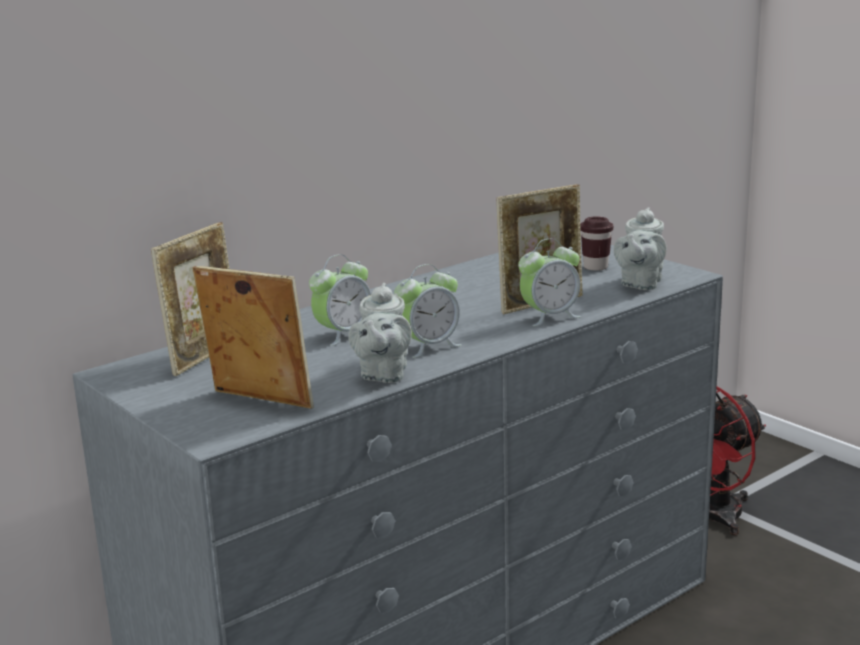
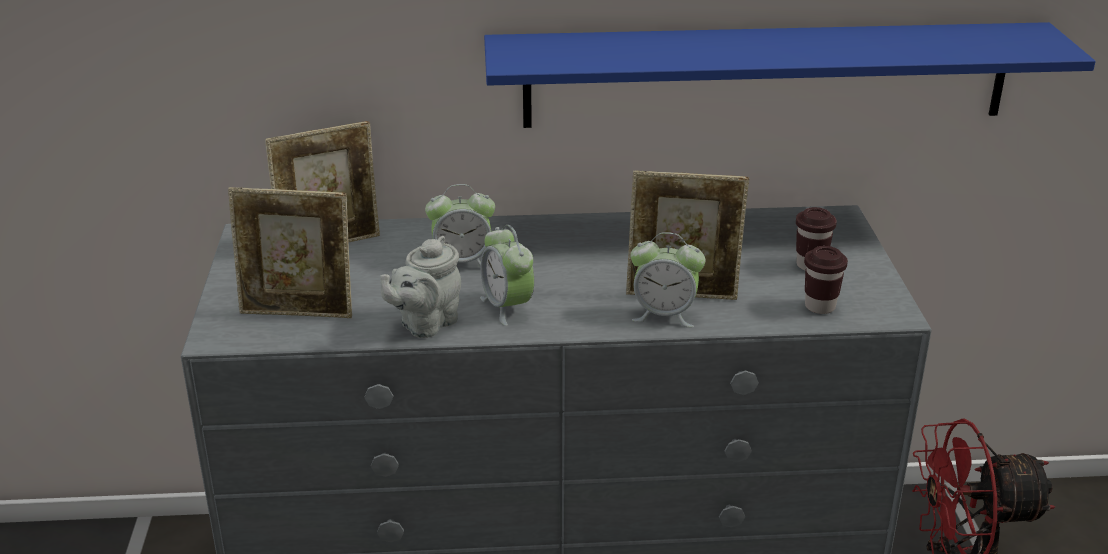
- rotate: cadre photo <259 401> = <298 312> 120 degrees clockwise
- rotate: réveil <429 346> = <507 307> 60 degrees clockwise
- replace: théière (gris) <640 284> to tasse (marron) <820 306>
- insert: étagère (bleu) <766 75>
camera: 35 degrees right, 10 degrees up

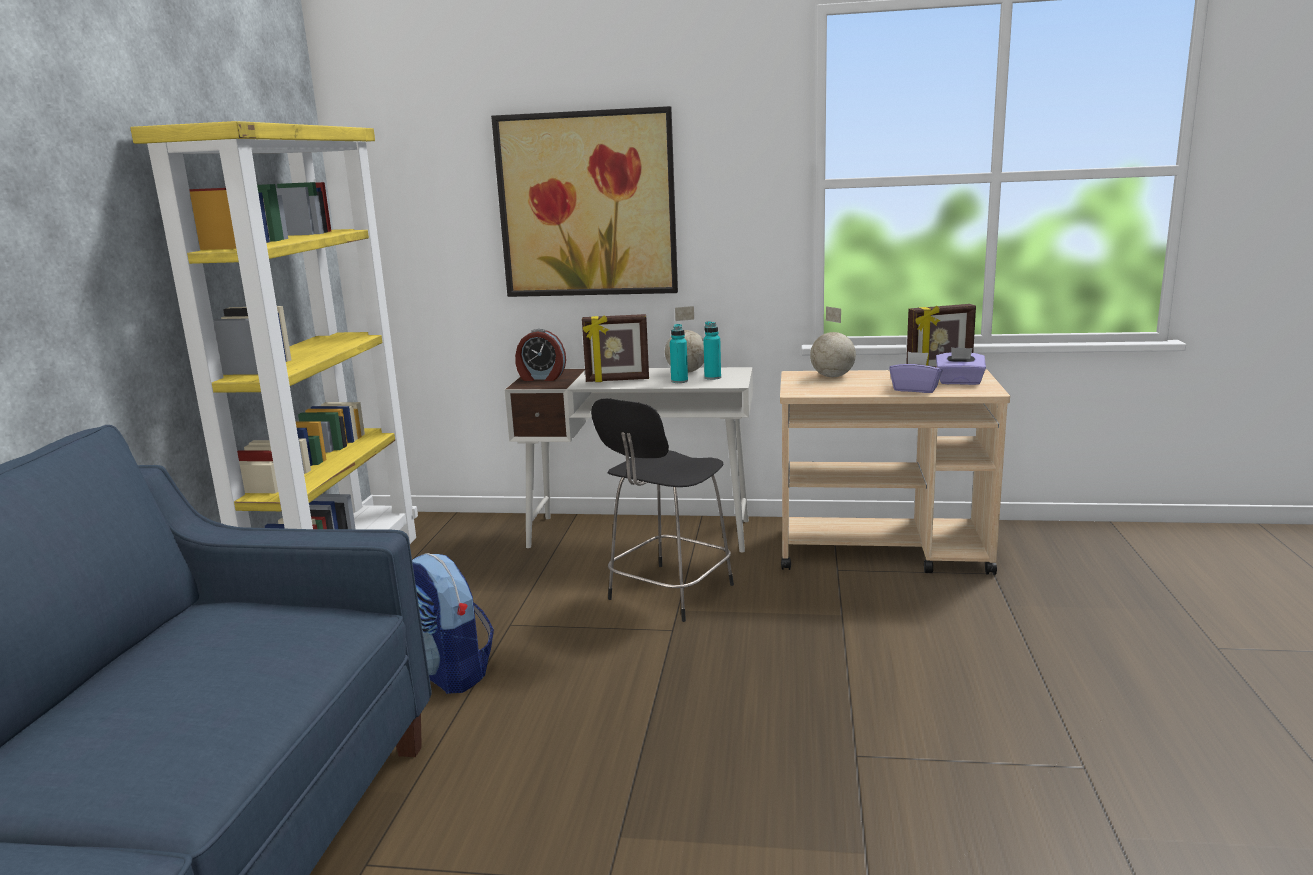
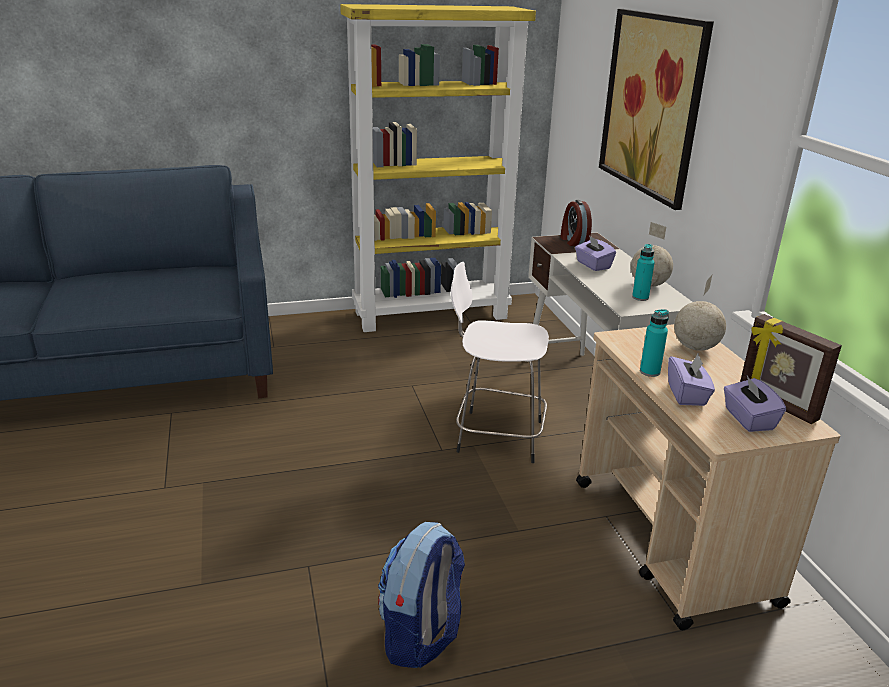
- move: sac à dos <449 673> to <421 636>
- replace: cadre photo <617 380> to boîte à mouchoirs (violet) <593 265>
- recolor: tabouret (noir) <668 594> to tabouret (blanc) <496 435>
- move: bouteille (turquoise) <679 381> to <649 372>
camera: 65 degrees right, 10 degrees up

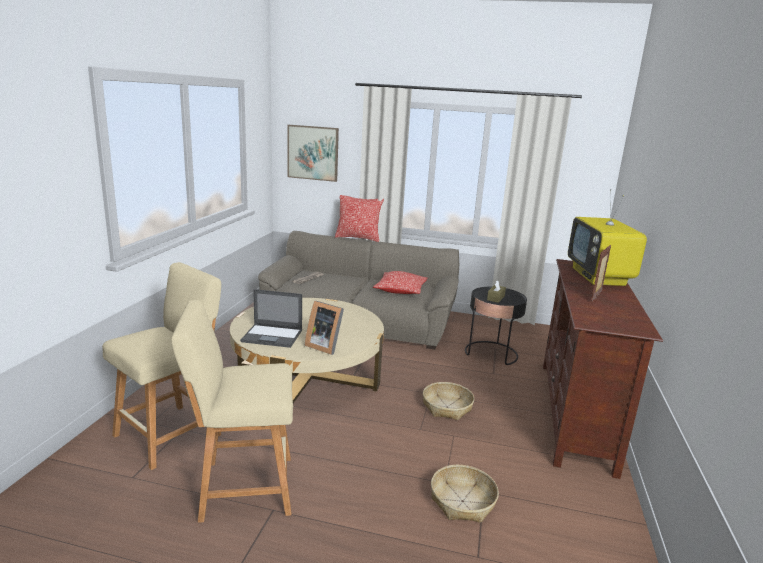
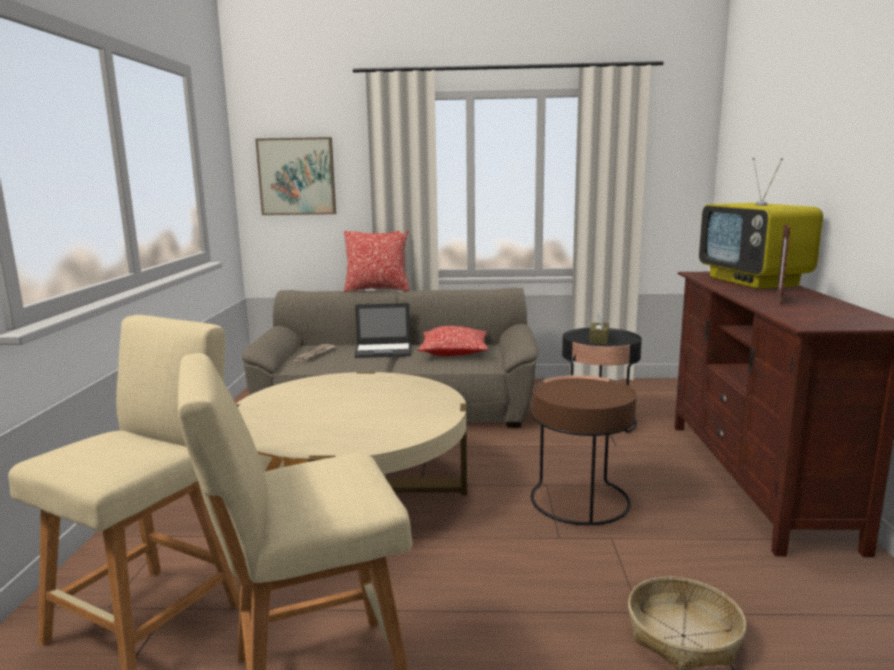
- move: ordinateur portable <273 336> to <384 351>
- delete: cadre photo <324 346>
- replace: panier <447 407> to table d'appoint (marron) <579 500>
camera: 10 degrees left, 5 degrees down

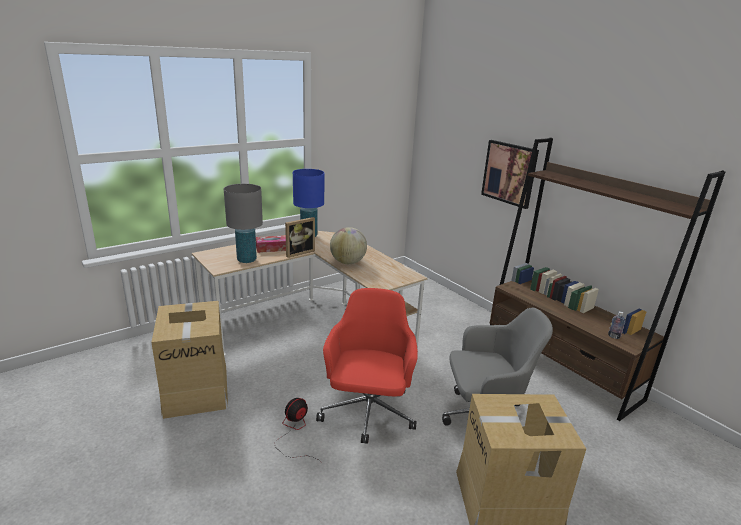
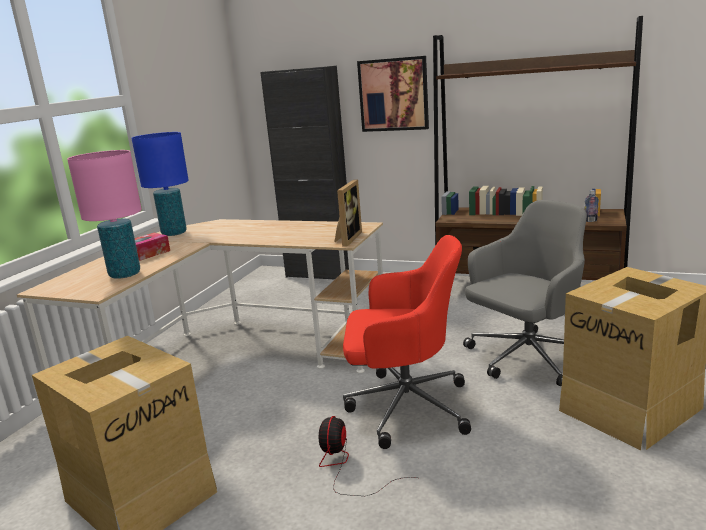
- recolor: lampe de table (gris) <247 260> to lampe de table (rose) <125 274>
- move: cadre photo <298 252> to <346 238>
- rotate: chaise de bureau (rouge) <368 413> = <405 407> 120 degrees clockwise
- delete: globe <348 262>
- insert: meuble de rangement (noir) <319 274>
camera: 30 degrees left, 5 degrees down

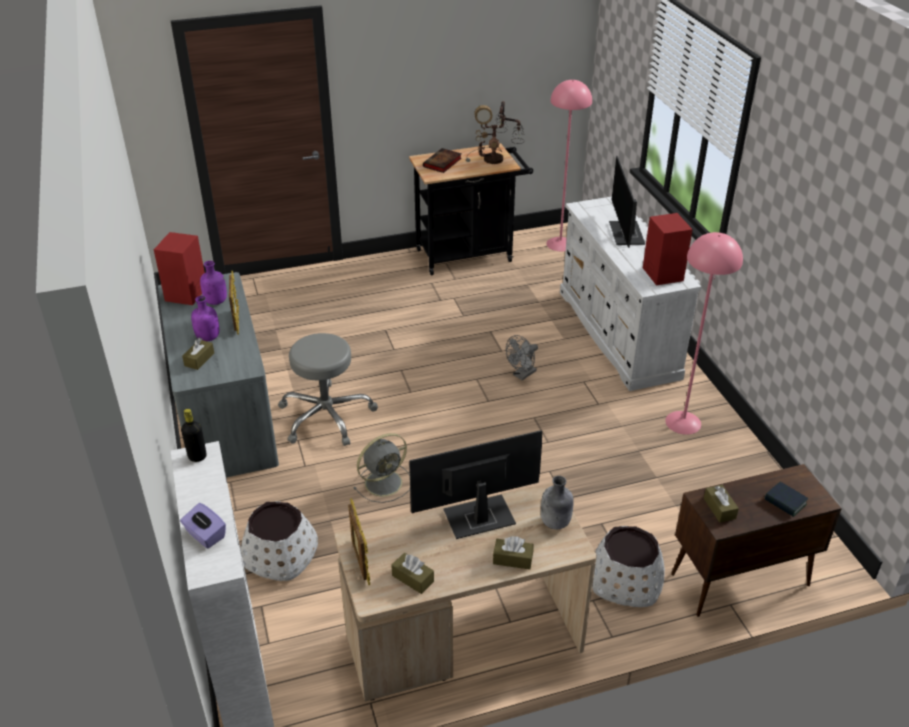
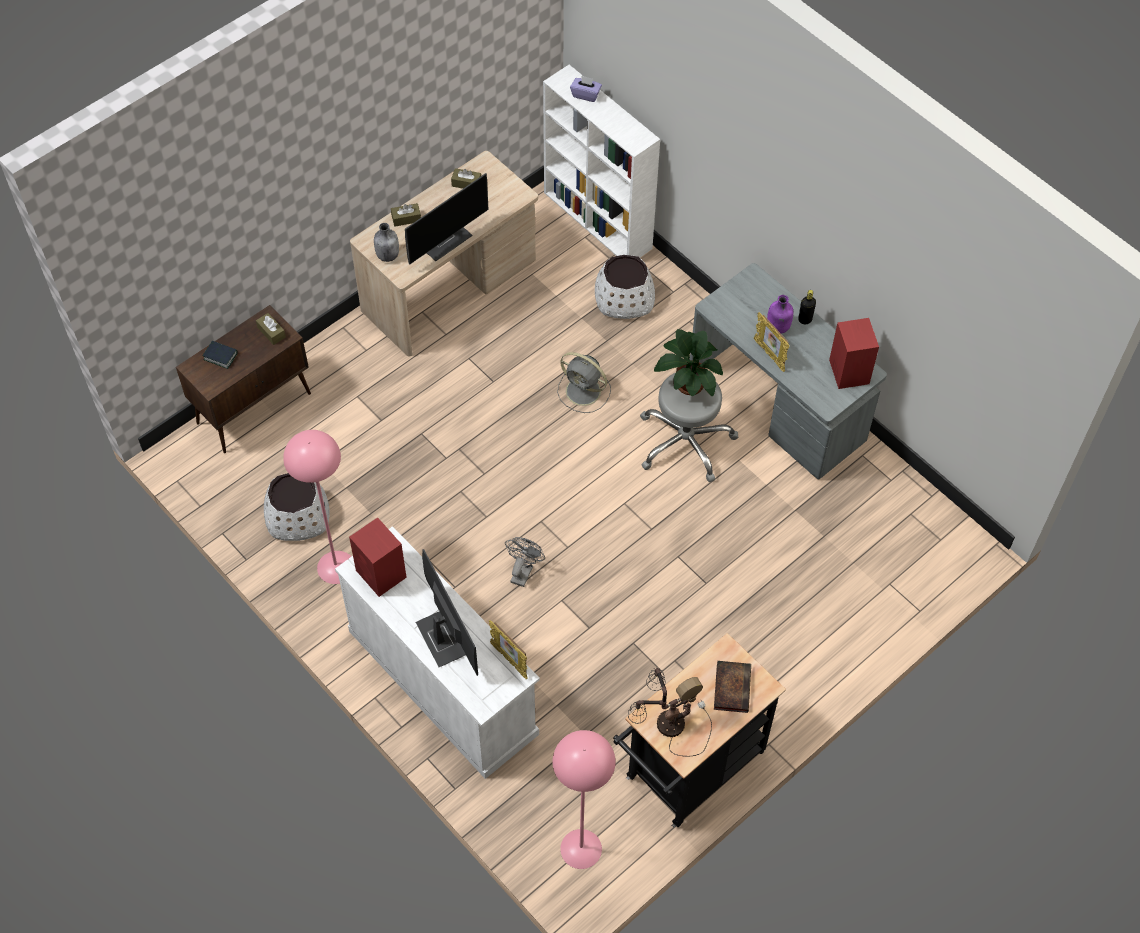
- move: bouteille (noir) <197 456> to <805 319>
- delete: boîte à mouchoirs (marron) <199 359>
- delete: bouteille (violet) <216 301>
- move: cadre photo <360 562> to <509 660>
- rotate: ventilateur (gris) <385 482> = <584 392> 90 degrees counterclockwise
- move: cache-pot (blanc) <625 581> to <297 516>
- insert: plante en pot <688 381>
camera: 155 degrees right, 20 degrees up

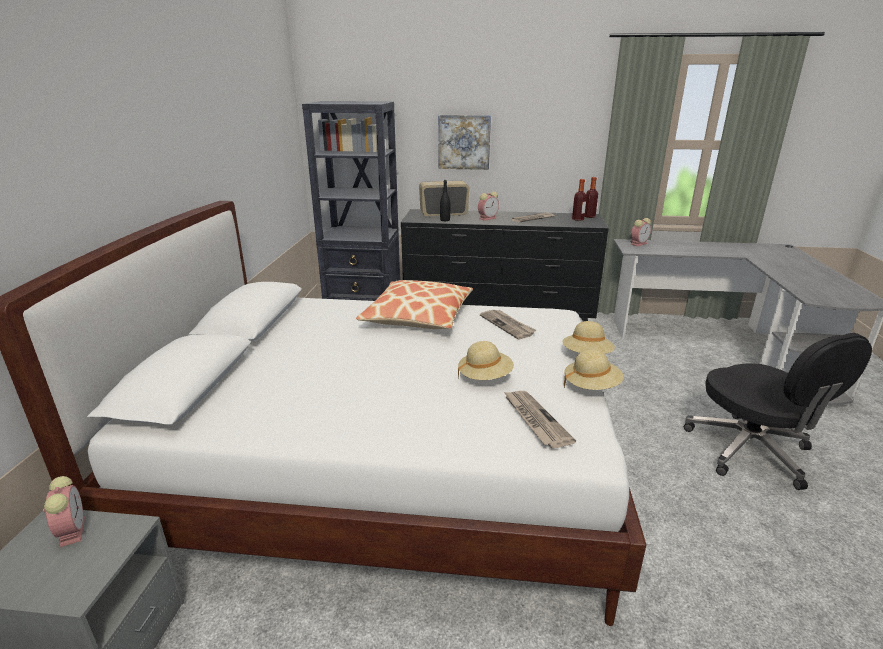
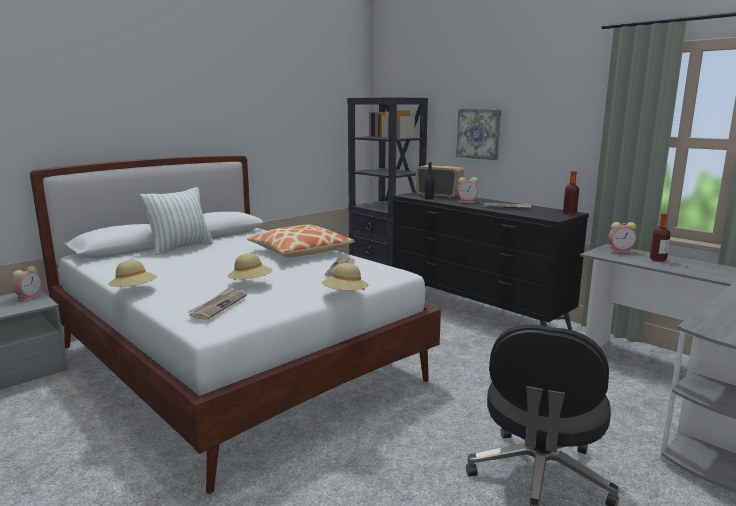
- move: chapeau (beige) <591 386> to <134 291>
- move: bouteille <577 219> to <657 260>
- insert: coussin <181 248>
camera: 40 degrees right, 10 degrees down

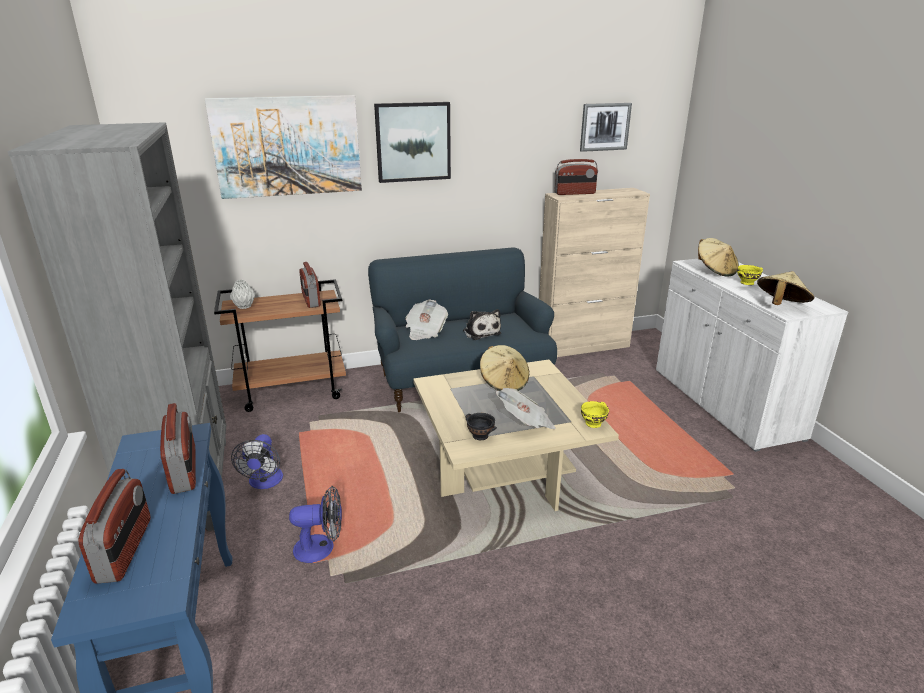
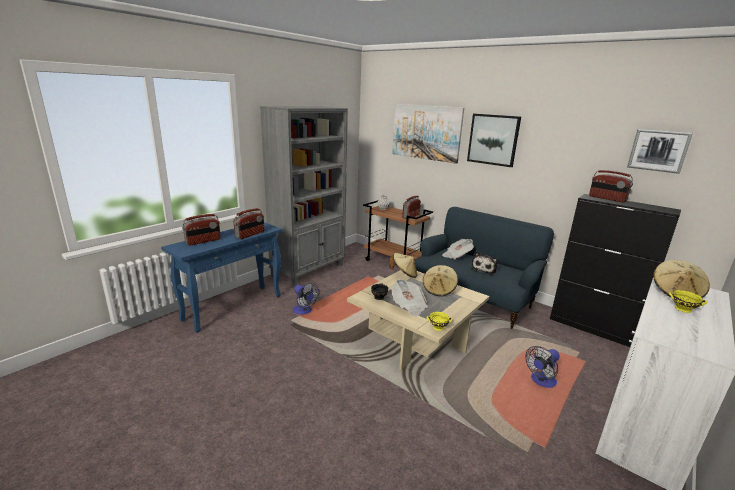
- move: ventilateur <264 482> to <541 381>
- recolor: meuble de rangement (beige) <583 346> to meuble de rangement (noir) <592 328>
- move: chapeau (beige) <780 305> to <404 274>
camera: 55 degrees right, 5 degrees down

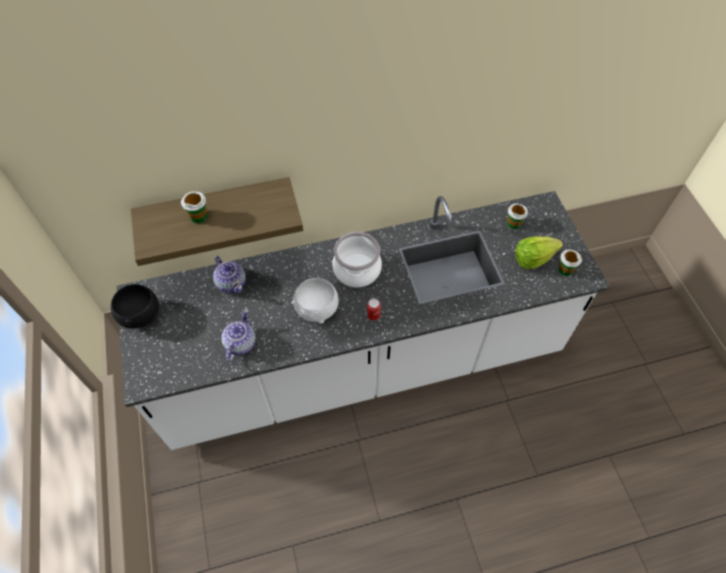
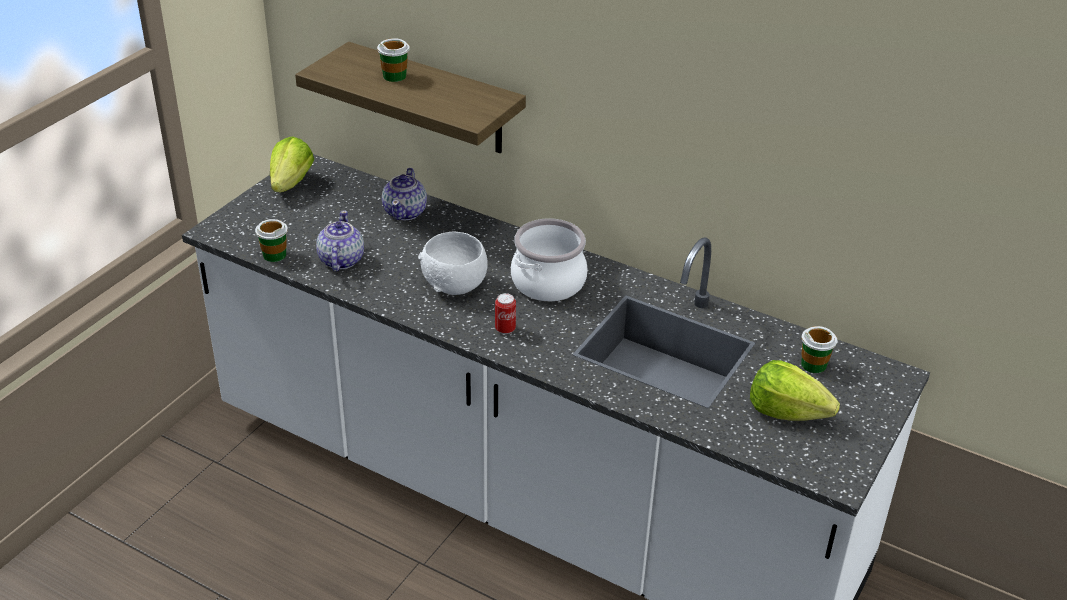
- replace: bol (noir) <141 315> to laitue <291 183>
- rotate: théière <240 344> = <340 260> 60 degrees counterclockwise
- move: tasse <565 269> to <274 255>
camera: 45 degrees right, 20 degrees down

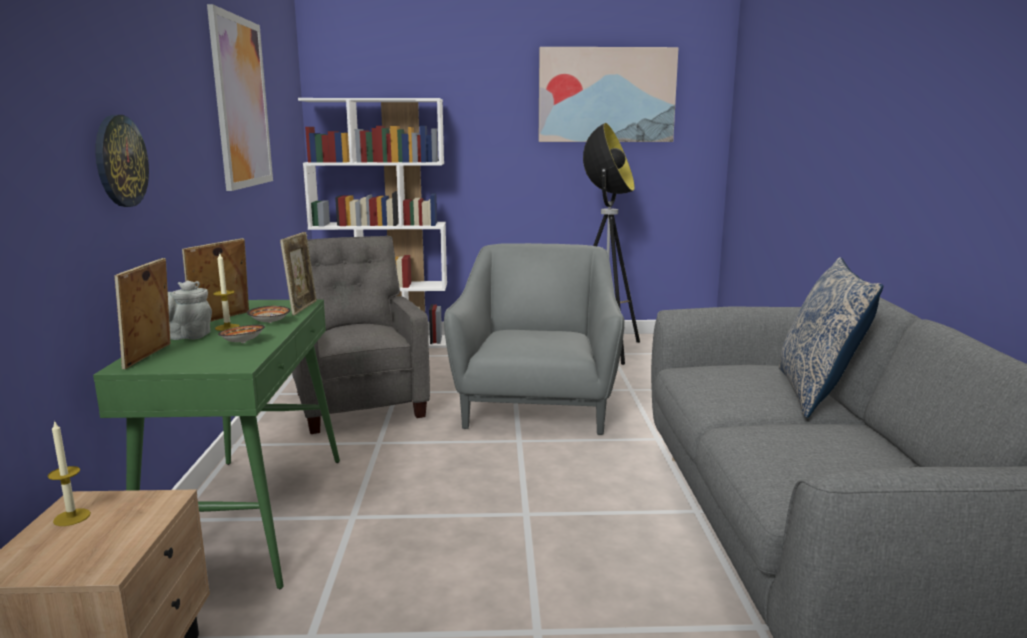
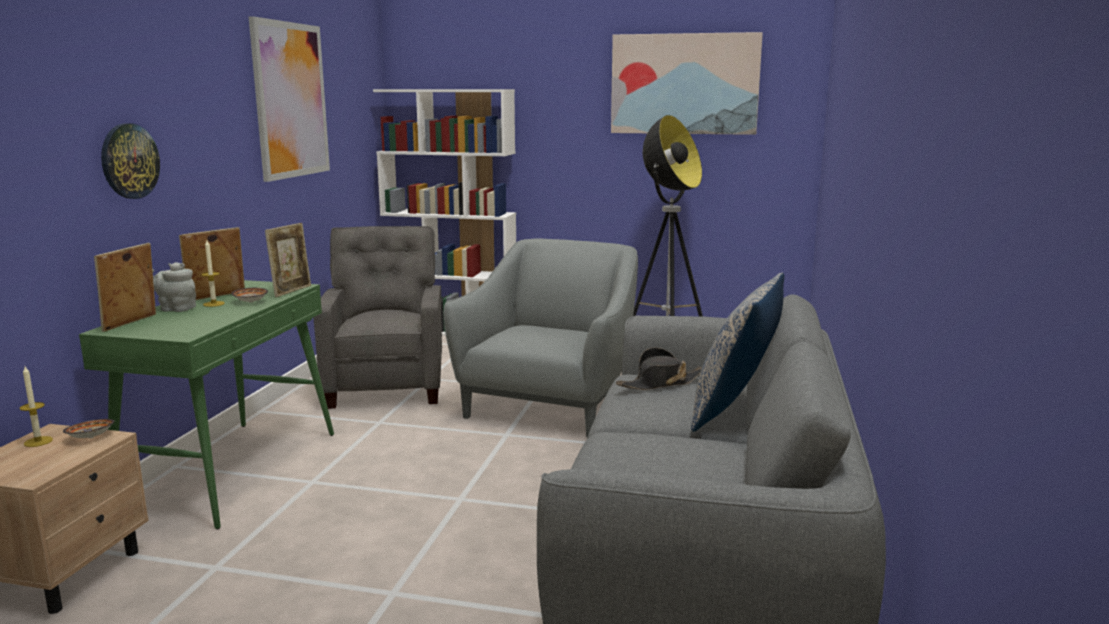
- move: bol <243 342> to <90 437>
- insert: chapeau (noir) <660 383>
camera: 15 degrees right, 0 degrees up

